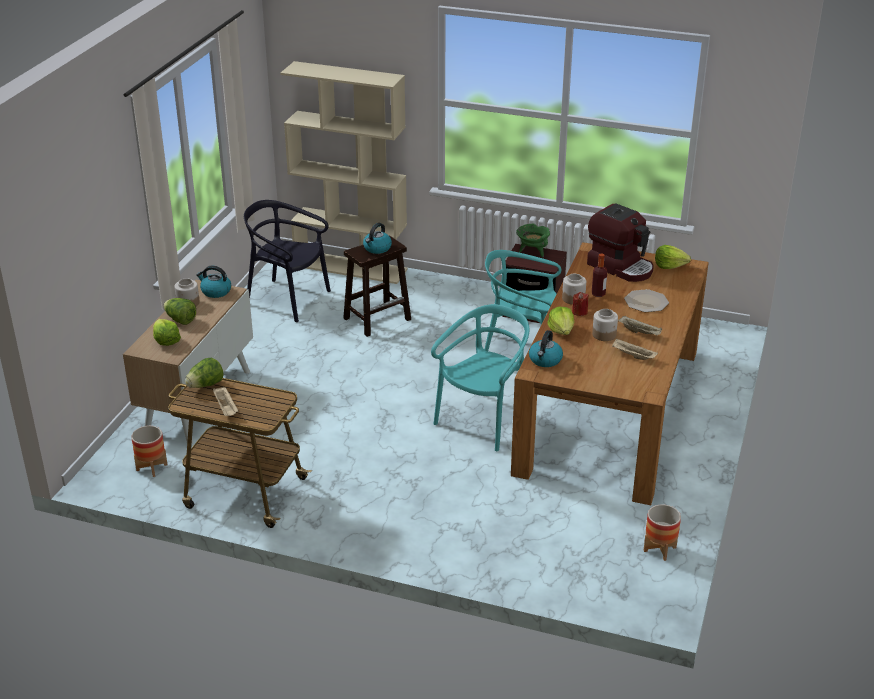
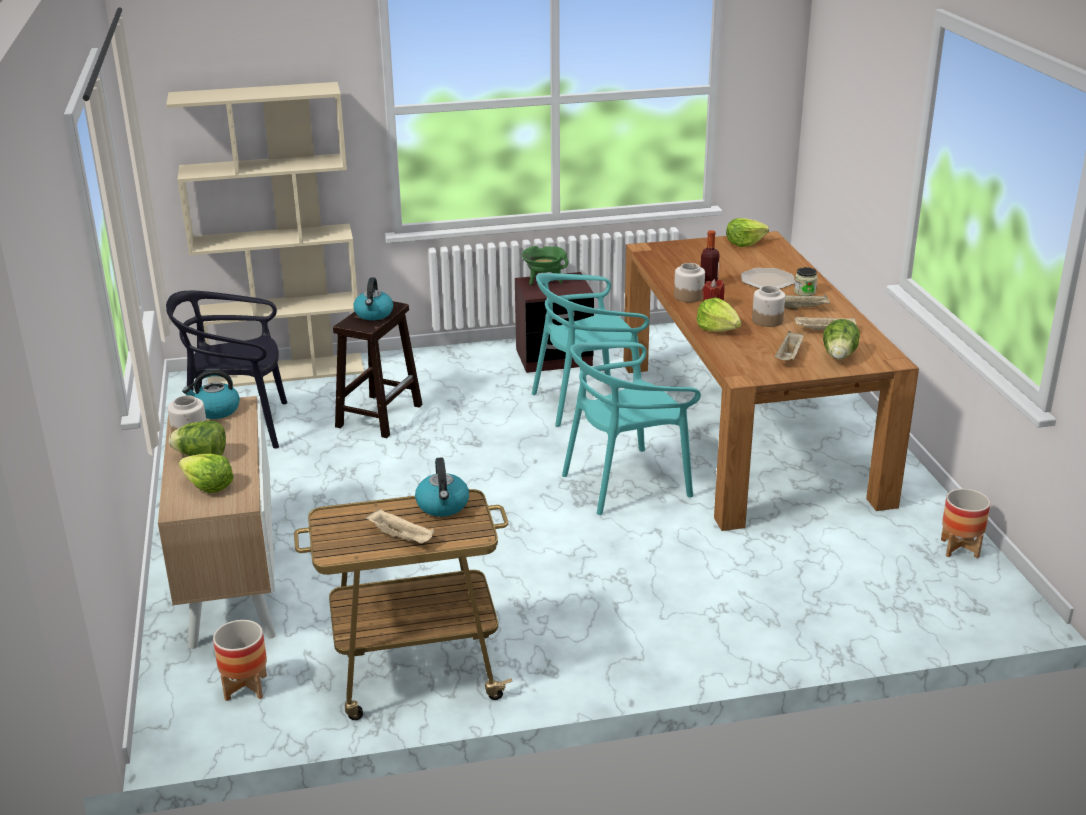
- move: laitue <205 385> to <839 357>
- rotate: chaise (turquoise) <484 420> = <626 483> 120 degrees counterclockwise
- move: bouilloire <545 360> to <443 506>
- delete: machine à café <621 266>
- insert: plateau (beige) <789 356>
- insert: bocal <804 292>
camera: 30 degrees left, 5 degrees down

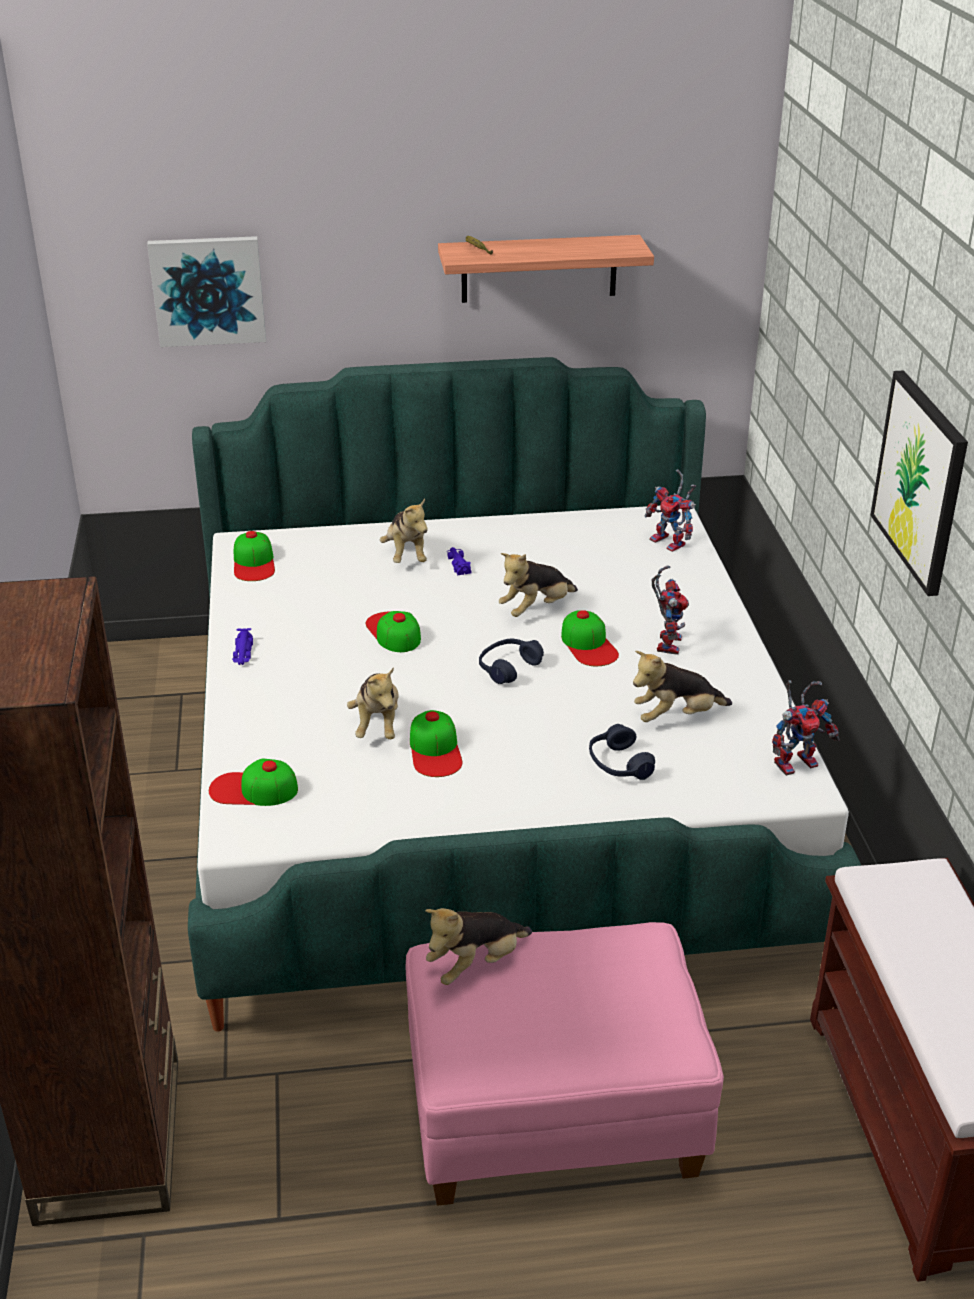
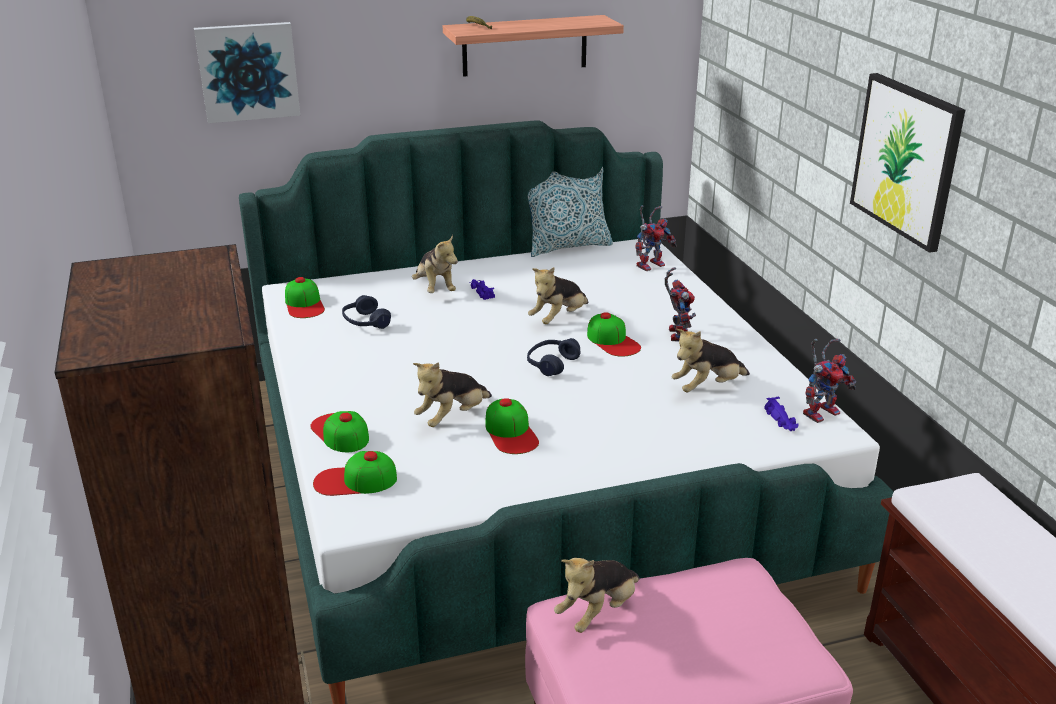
- move: petite voiture (violet) <243 653> to <781 421>
- rotate: peluche <377 724> = <452 417> 60 degrees clockwise
- move: casquette <393 632> to <340 432>
- move: casque audio (bleu) <619 764> to <365 322>
- rotate: robot jouet <672 543> = <651 264> 75 degrees counterclockwise
- insert: coussin <567 246>
camera: 10 degrees left, 5 degrees down

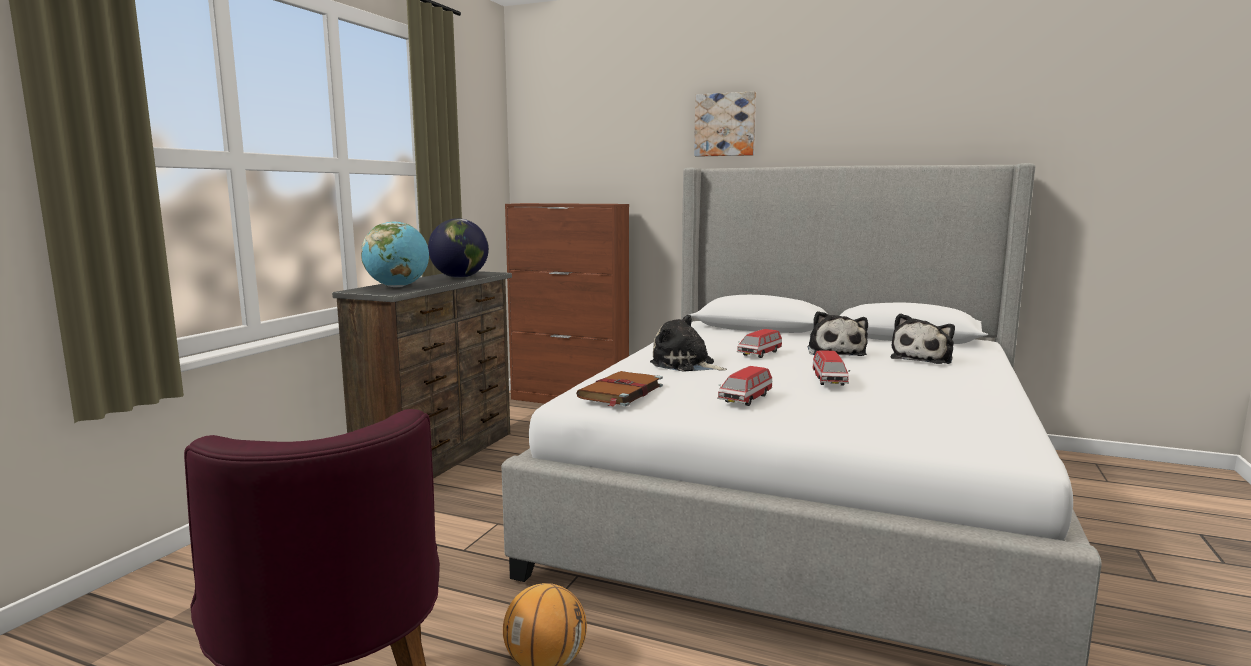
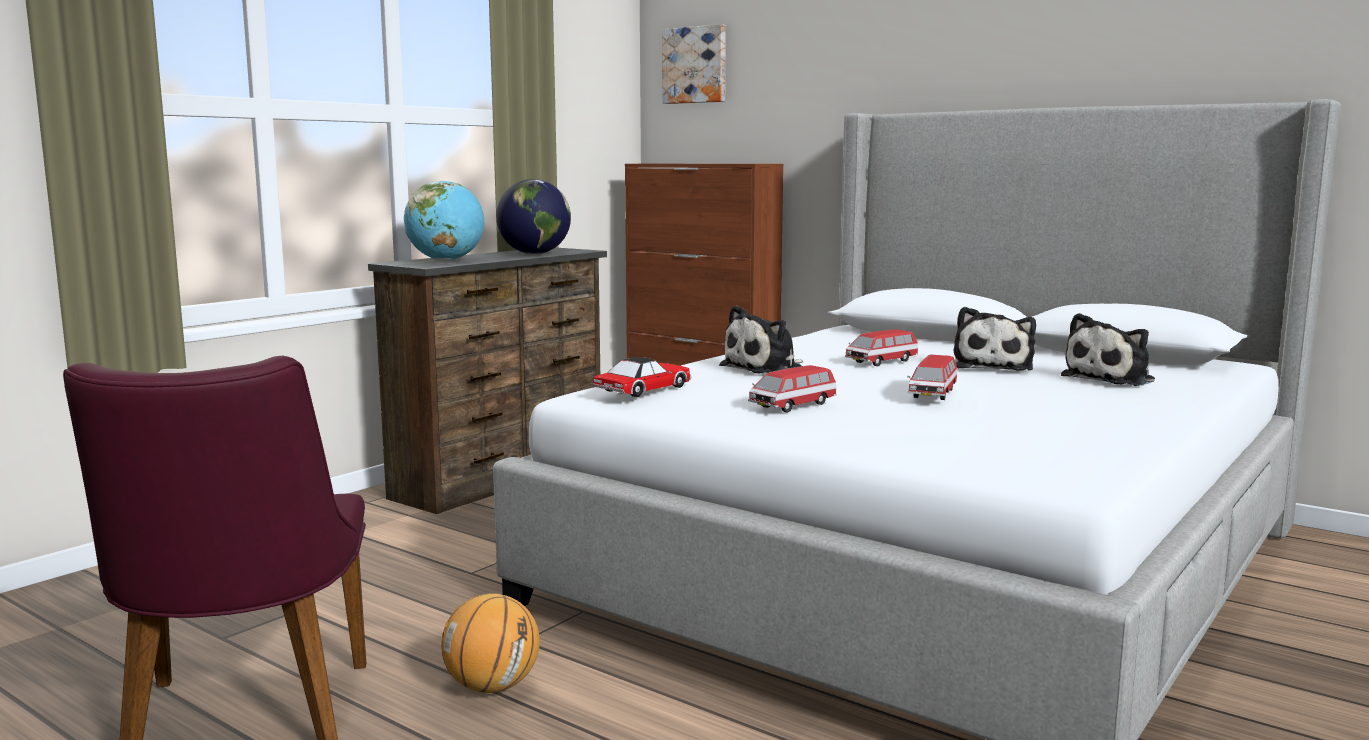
- replace: livre (marron) <620 392> to petite voiture <643 389>
- rotate: peluche <685 365> = <766 368> 90 degrees counterclockwise
- move: tableau <725 125> to <696 65>
camera: 15 degrees right, 0 degrees up

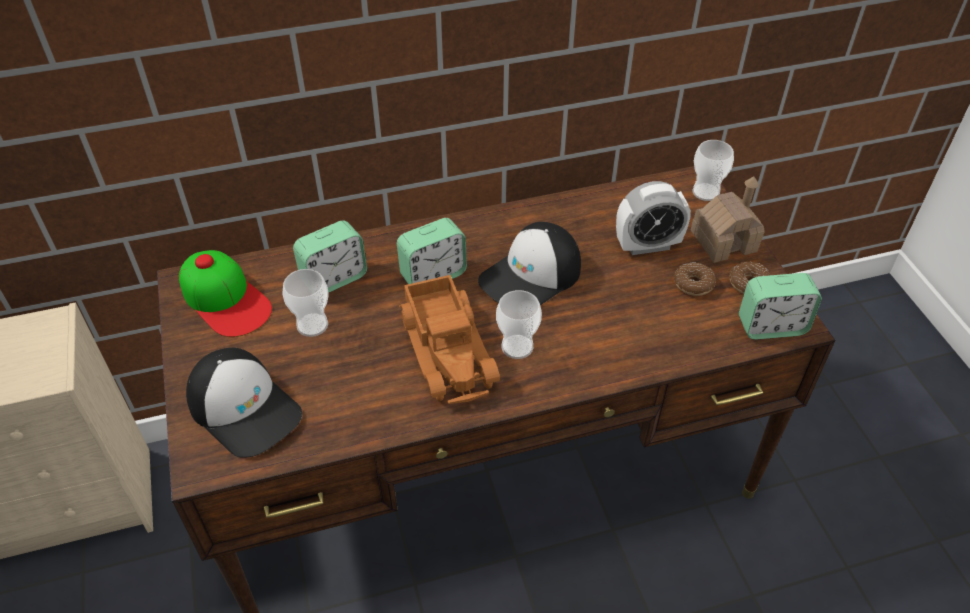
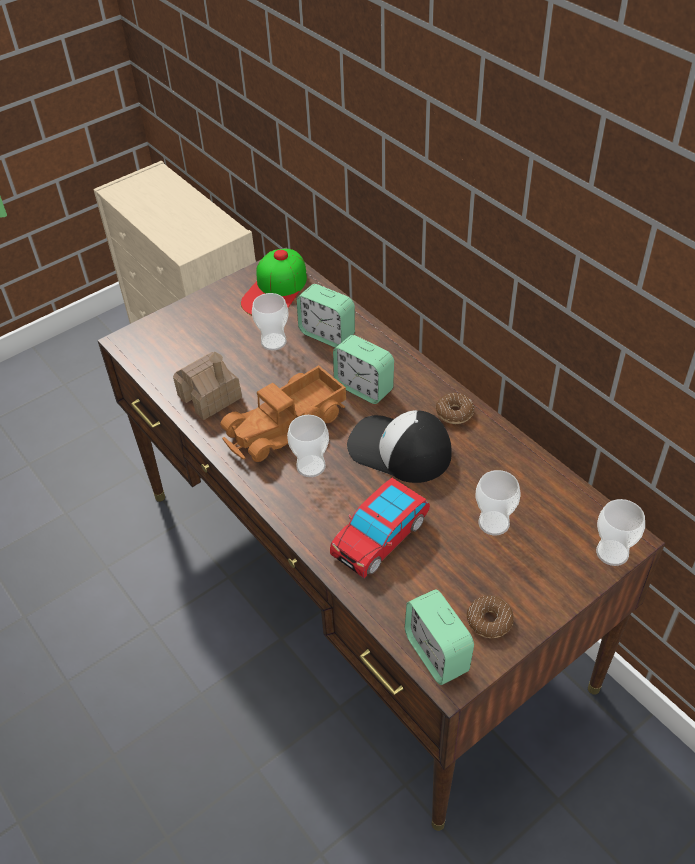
- delete: casquette <245 408>
- replace: réveil <647 245> to tasse <493 523>
- move: beignet <693 284> to <454 413>
- move: maison miniature <723 241> to <210 396>
- insert: petite voiture <380 537>
camera: 70 degrees right, 0 degrees up

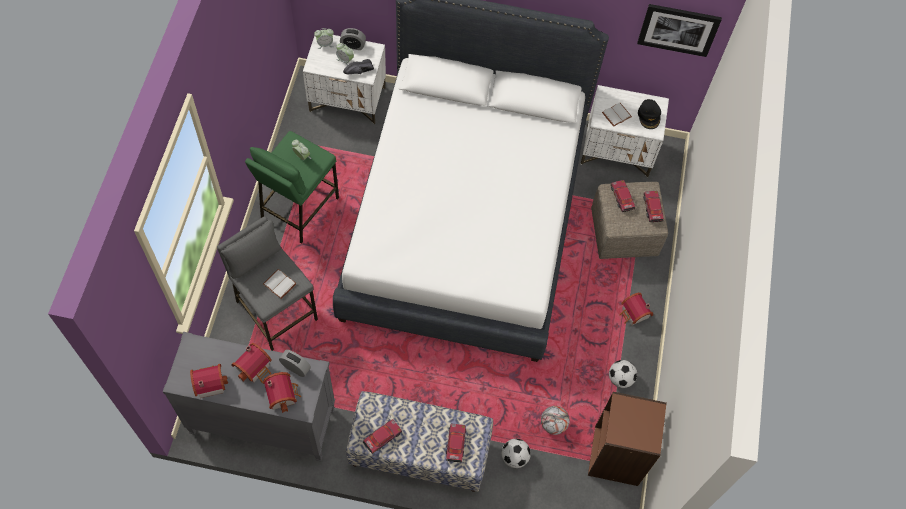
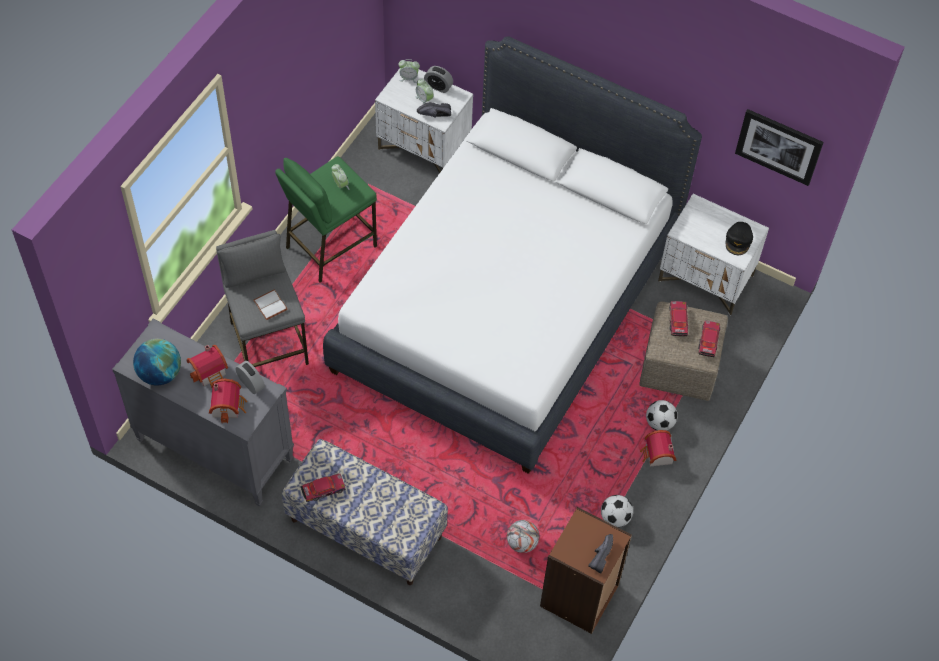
- replace: maison miniature <209 382> to globe <160 373>
- delete: petite voiture <455 444>
- move: ballon de foot <514 457> to <659 423>
- delete: livre (blanc) <616 115>
- insert: chaussure (noir) <600 555>
camera: 20 degrees right, 5 degrees down

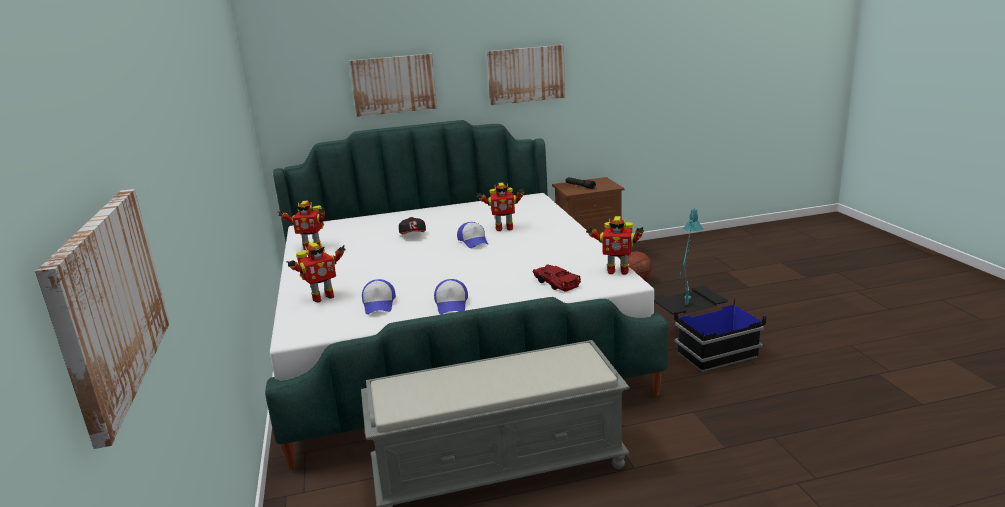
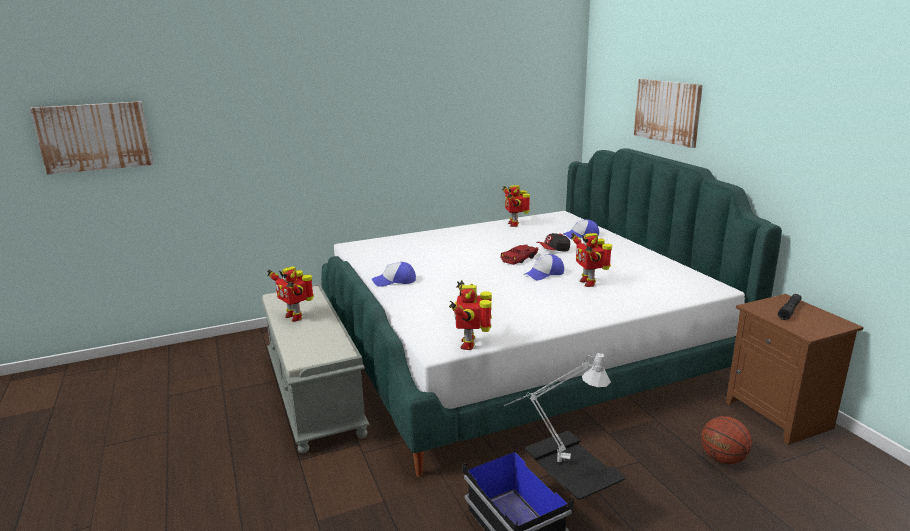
- move: robot jouet <322 297> to <295 316>
- move: casquette <379 304> to <581 235>
- delete: tableau <526 74>
- move: petite voiture (rouge) <556 283> to <520 259>
- recolor: lampe de table (turquoise) <685 307> to lampe de table (gris) <552 461>
camera: 80 degrees right, 0 degrees up

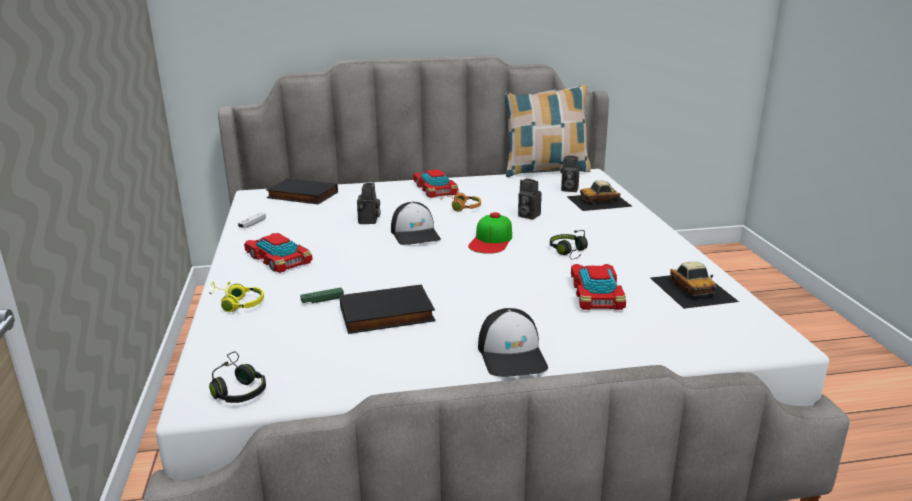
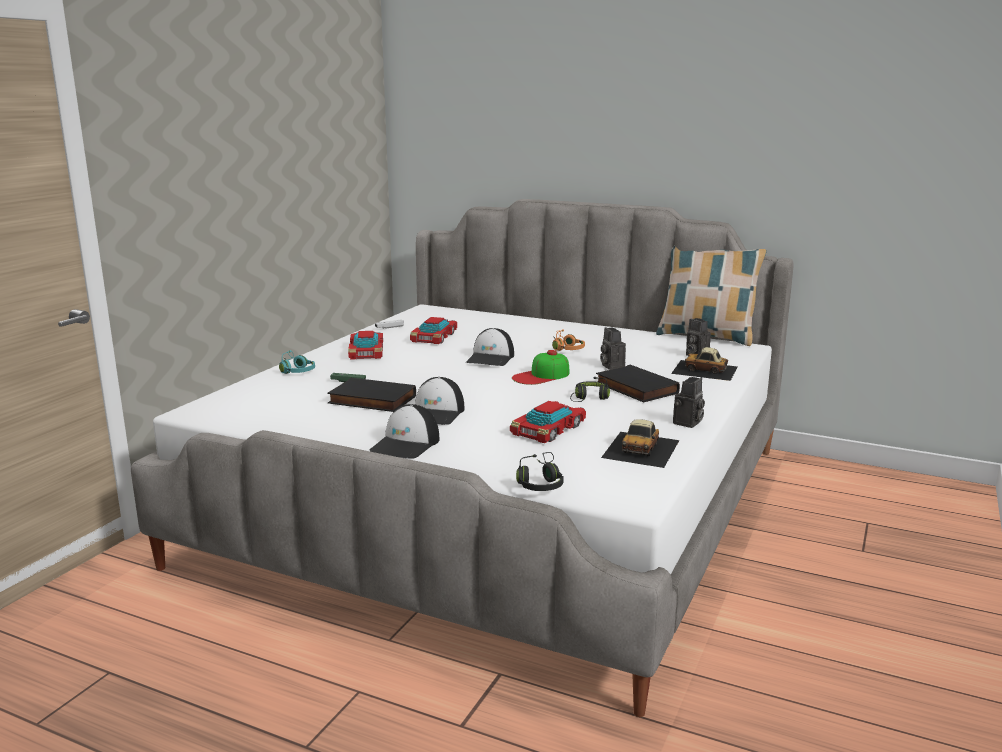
- recolor: casque audio (jaune) <236 303> to casque audio (turquoise) <296 370>
- move: casque audio (noir) <237 389> to <540 482>
- move: livre (noir) <301 196> to <634 388>
- move: appareil photo <369 221> to <688 423>
- move: petite voiture <435 189> to <435 337>
- insert: casquette <436 413>
camera: 35 degrees right, 5 degrees down

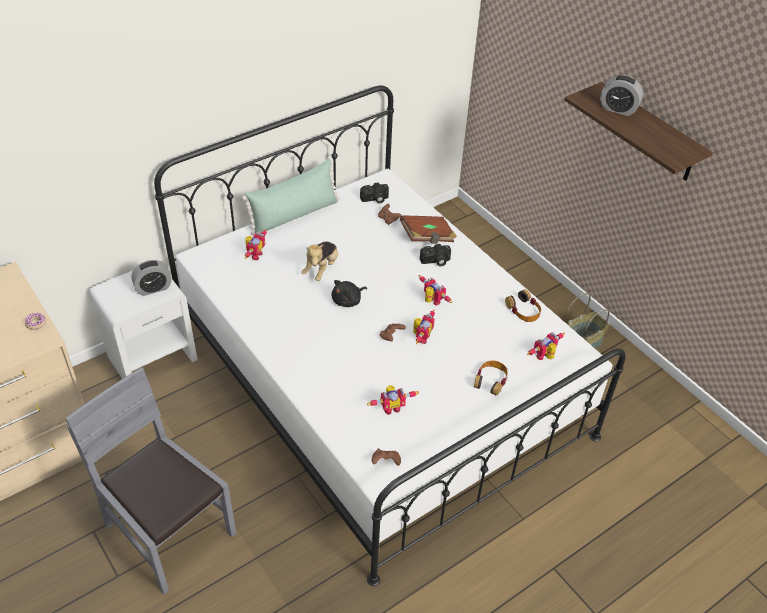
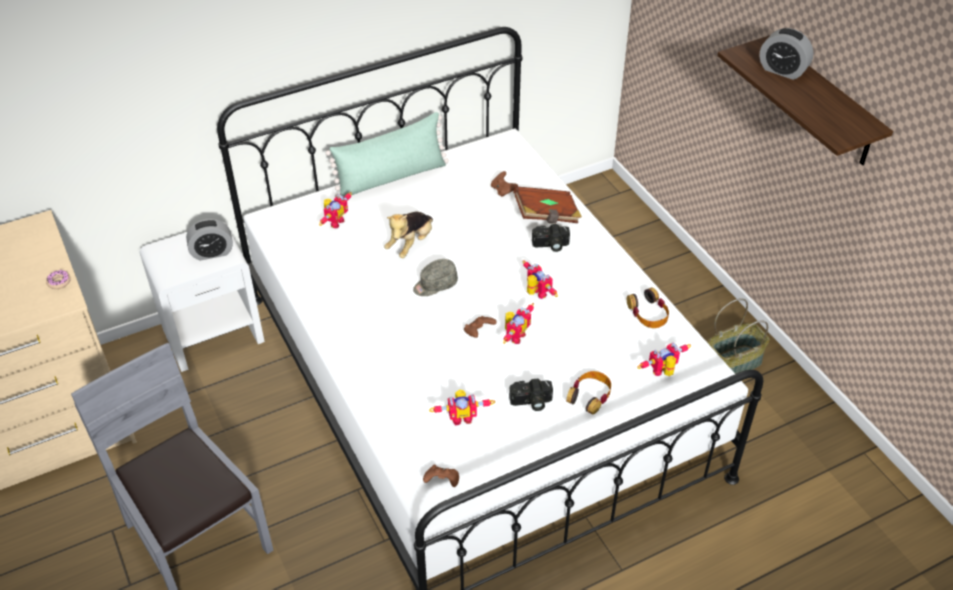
- replace: peluche (noir) <348 301> to casquette (gris) <435 285>
- move: appareil photo <375 199> to <531 402>
camera: 10 degrees right, 0 degrees up

